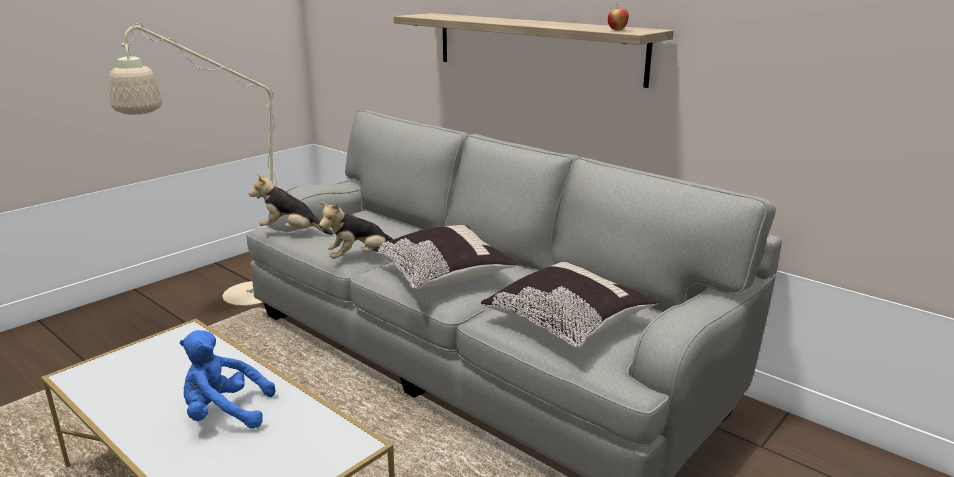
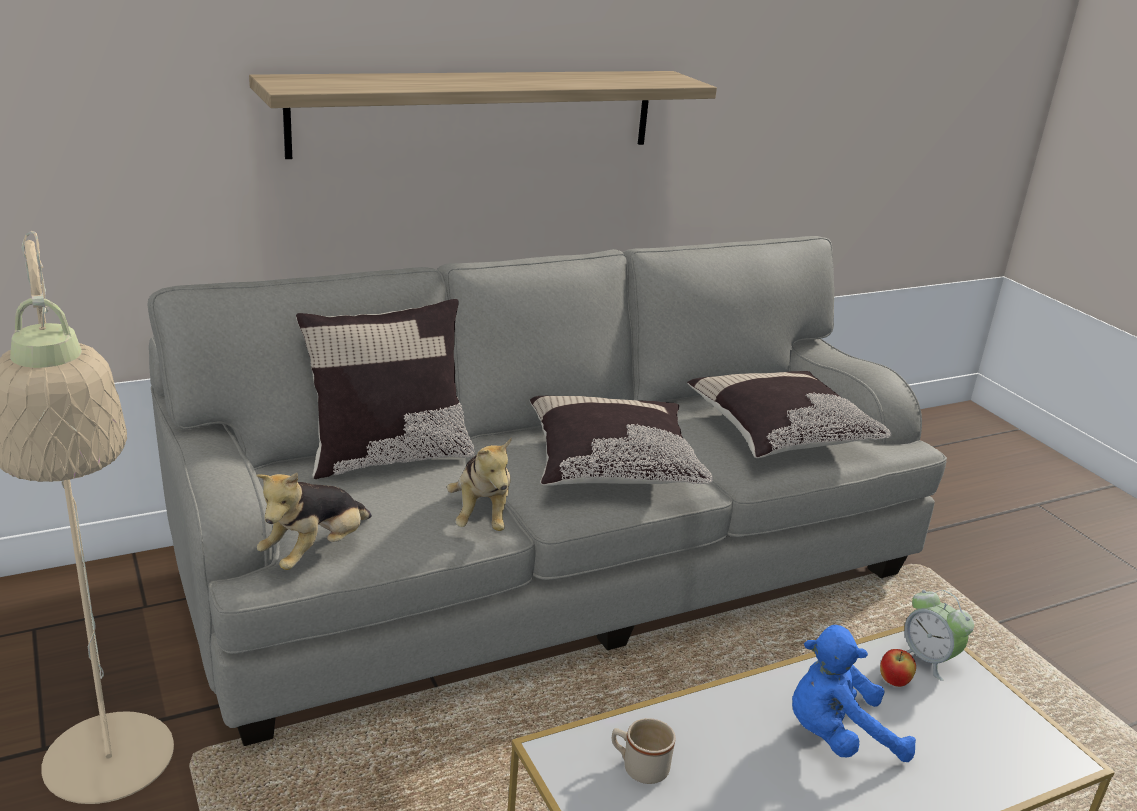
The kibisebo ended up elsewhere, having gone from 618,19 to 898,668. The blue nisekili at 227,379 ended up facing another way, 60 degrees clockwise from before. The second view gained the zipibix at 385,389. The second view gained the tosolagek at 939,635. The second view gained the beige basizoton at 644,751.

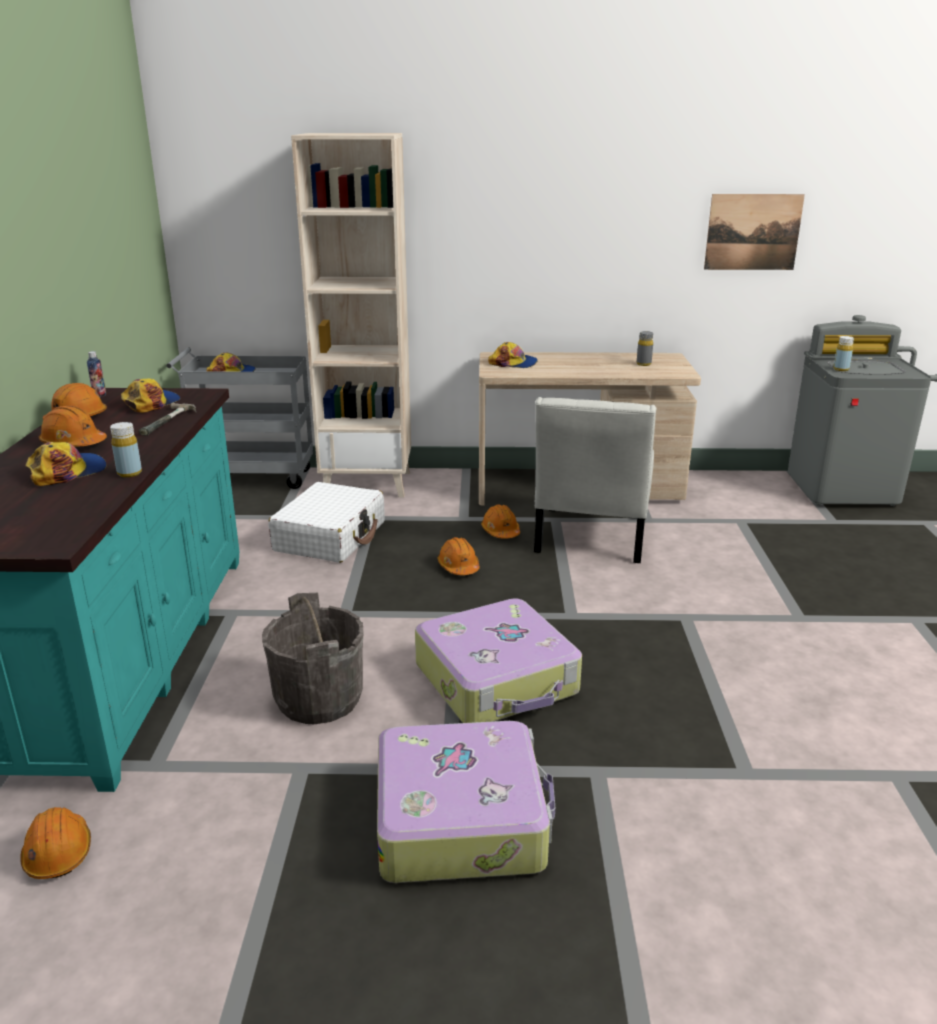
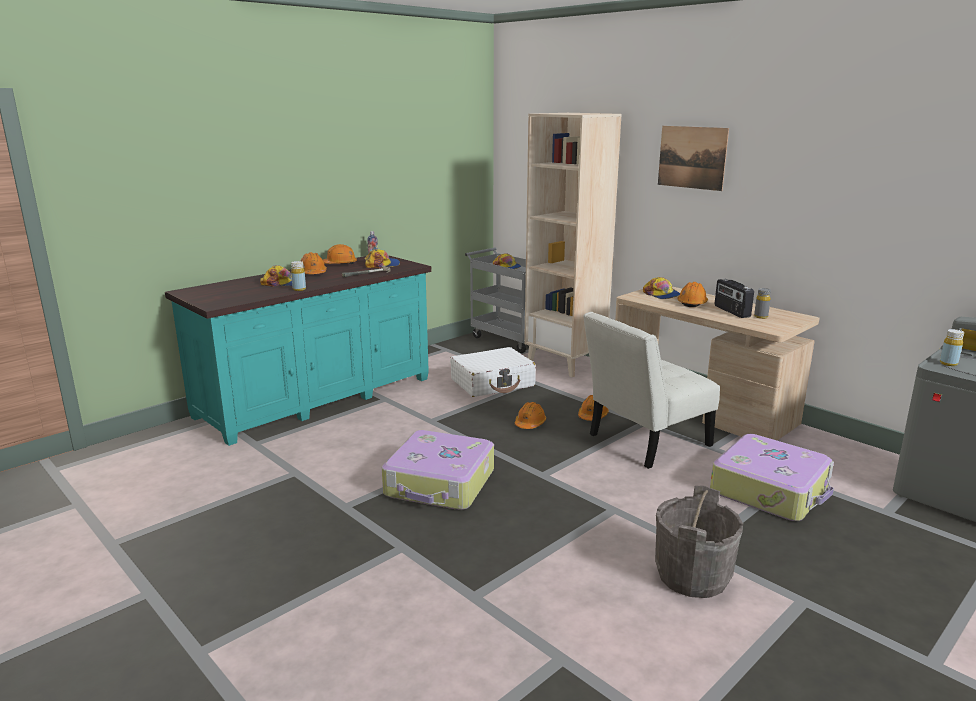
The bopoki ended up elsewhere, having gone from 754,232 to 693,158. The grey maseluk ended up elsewhere, having gone from 312,658 to 699,541. The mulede ended up elsewhere, having gone from 466,802 to 772,477. The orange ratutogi ended up elsewhere, having gone from 55,843 to 692,294. The second view gained the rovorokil at 734,298.

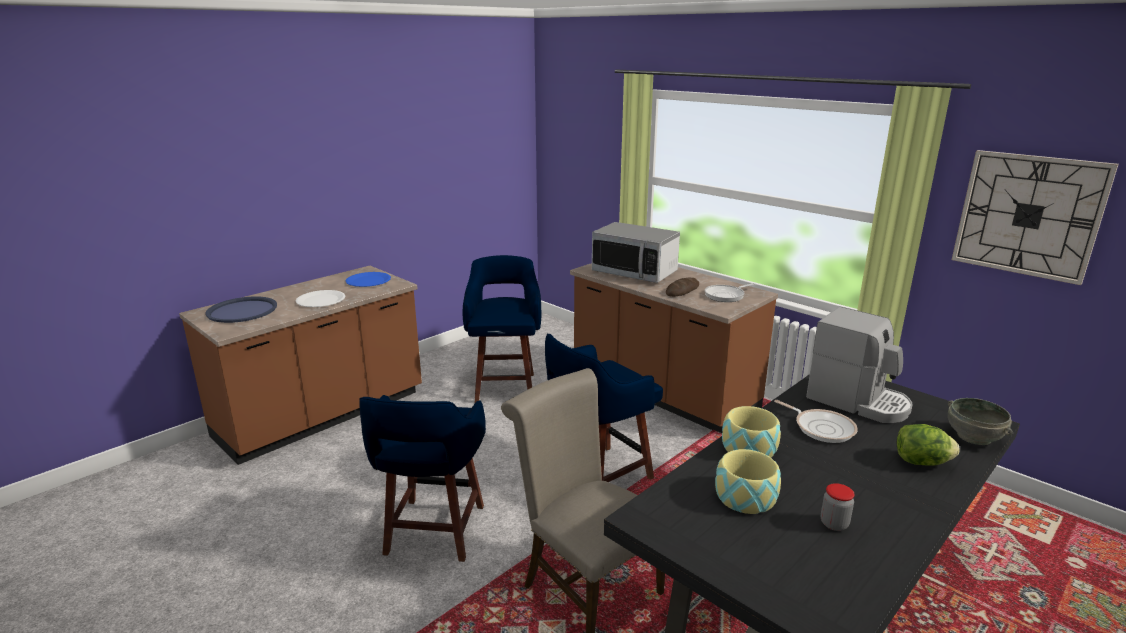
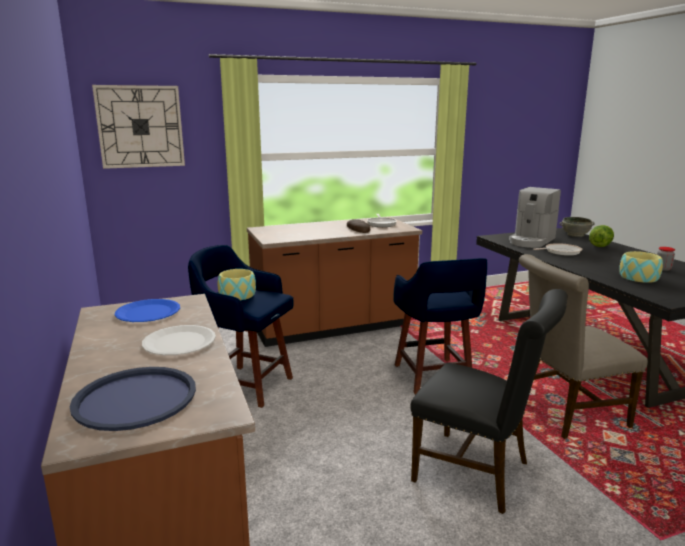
The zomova ended up elsewhere, having gone from 1035,217 to 138,127. The second view lost the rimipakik at 636,252. The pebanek at 859,365 ended up facing another way, 150 degrees clockwise from before. Where the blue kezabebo stood at 422,478, the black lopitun came to stand at 488,401. The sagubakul ended up elsewhere, having gone from 751,431 to 236,284.

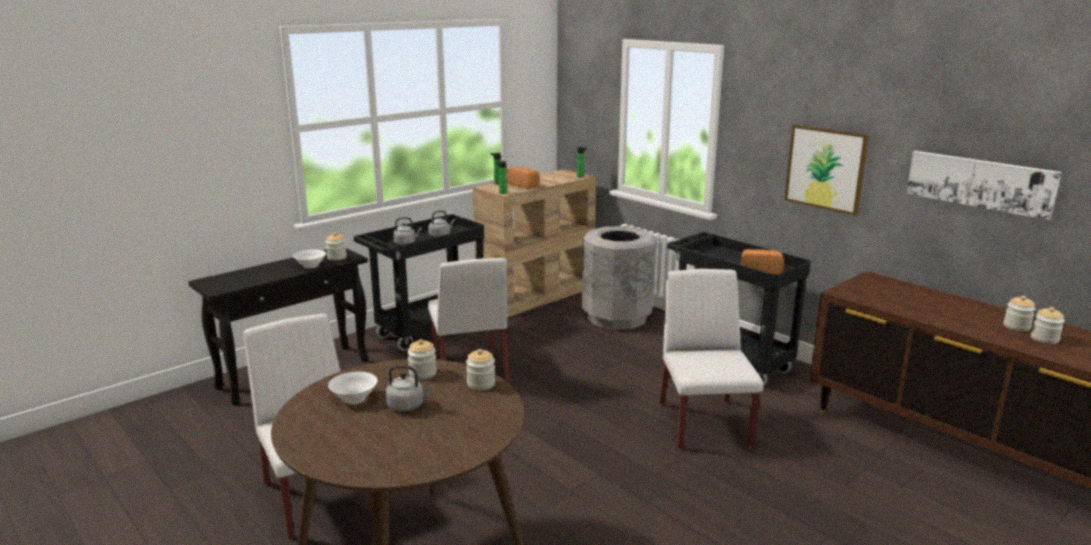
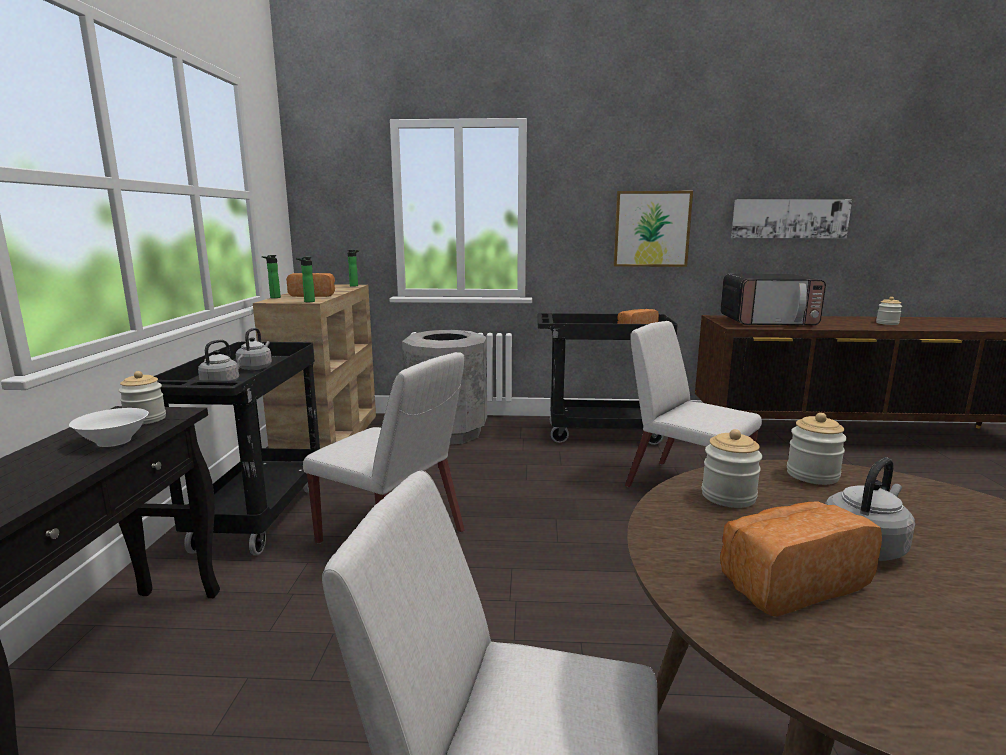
The second view lost the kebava at 1020,313. Where the white sagubakul stood at 353,388, the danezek came to stand at 801,558. The second view gained the rimipakik at 773,300.

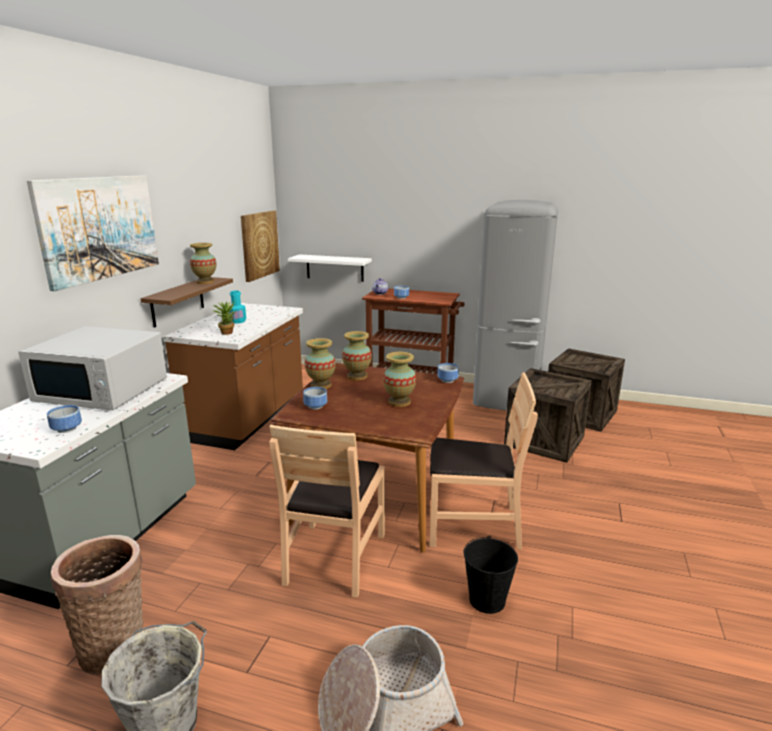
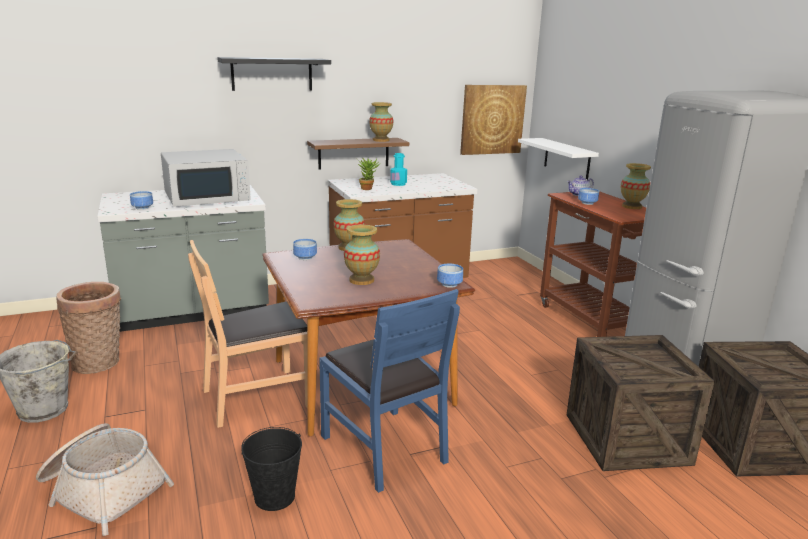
Where the bopoki hung at 93,233, the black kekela came to hang at 274,74. The white rimipakik at 92,368 ended up facing another way, 90 degrees counterclockwise from before. The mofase ended up elsewhere, having gone from 357,356 to 636,186. What was the brown lopitun at 483,461 turned into the blue lopitun at 389,391.

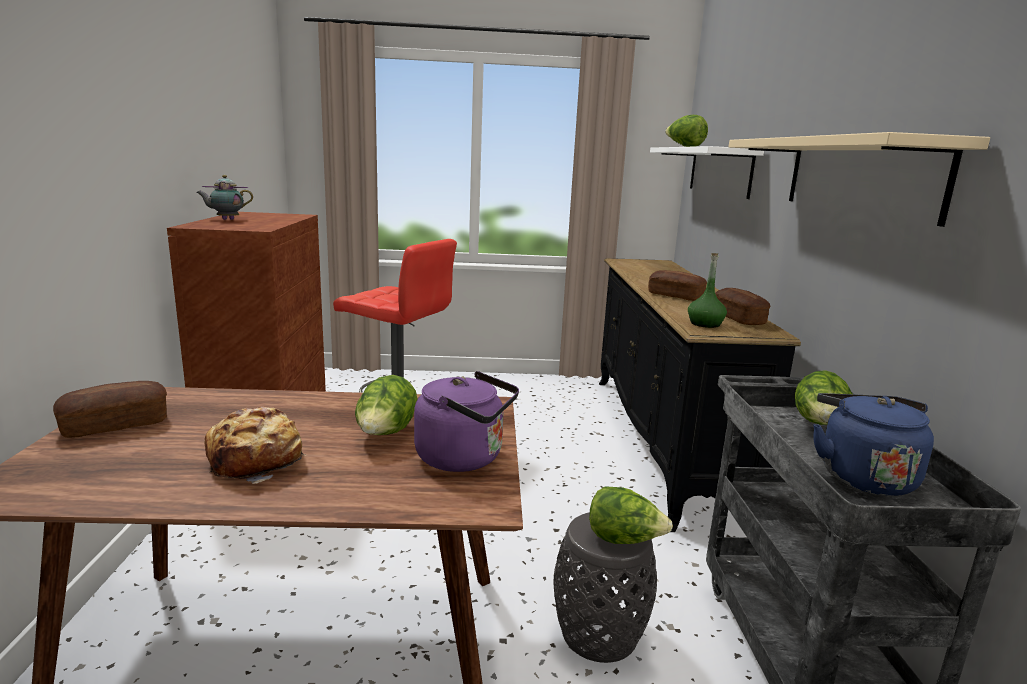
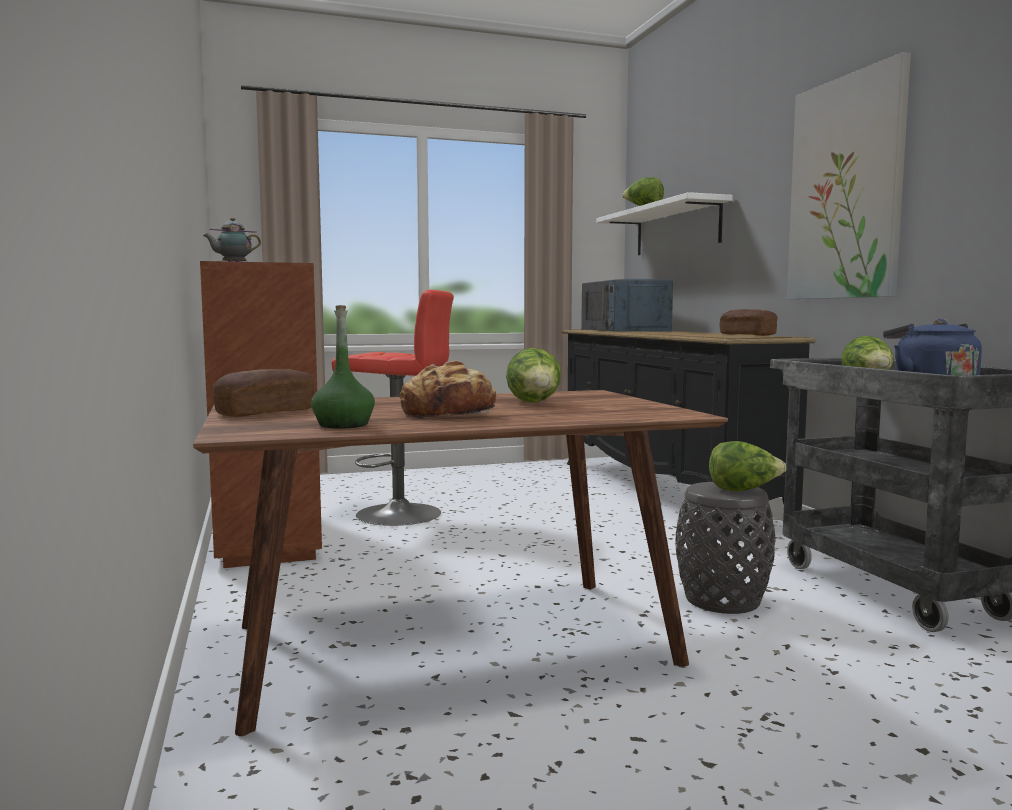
Where the beige kekela hung at 859,179, the bopoki came to hang at 849,175. The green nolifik ended up elsewhere, having gone from 707,290 to 343,367. The second view lost the danezek at 677,285. The second view lost the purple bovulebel at 466,421. The second view gained the blue rimipakik at 627,305.

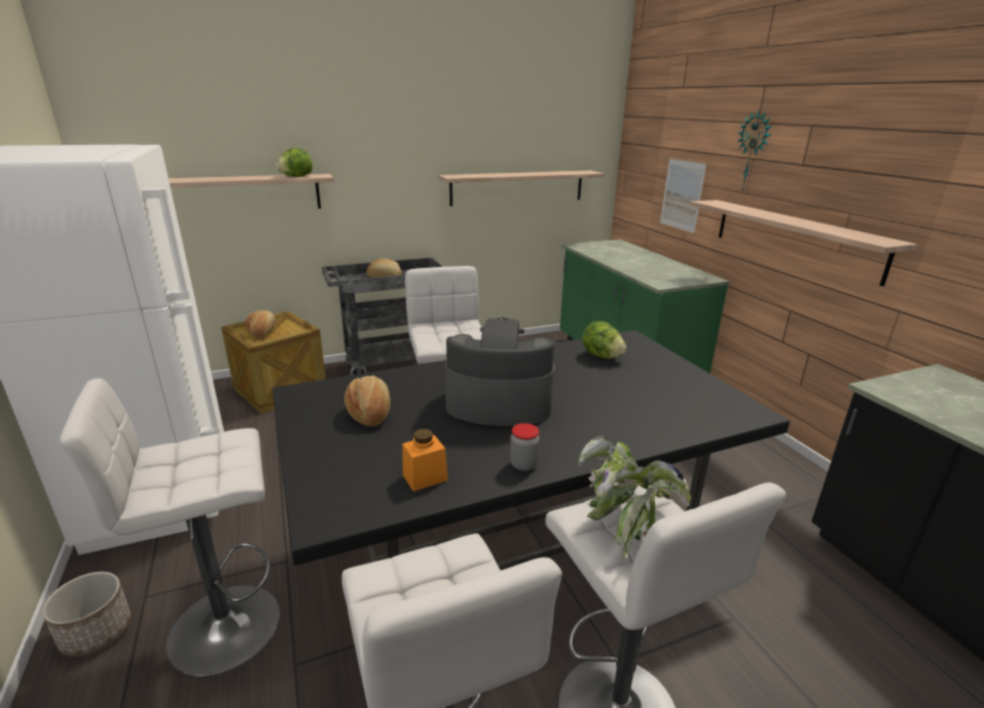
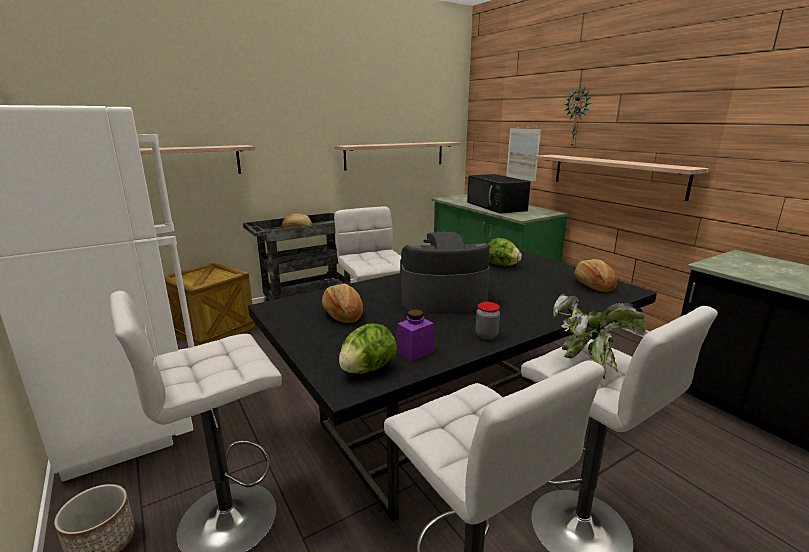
The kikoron ended up elsewhere, having gone from 294,162 to 368,348. The danezek ended up elsewhere, having gone from 260,324 to 595,275. What was the orange kebava at 425,460 turned into the purple kebava at 415,335. The second view gained the black rimipakik at 499,194.

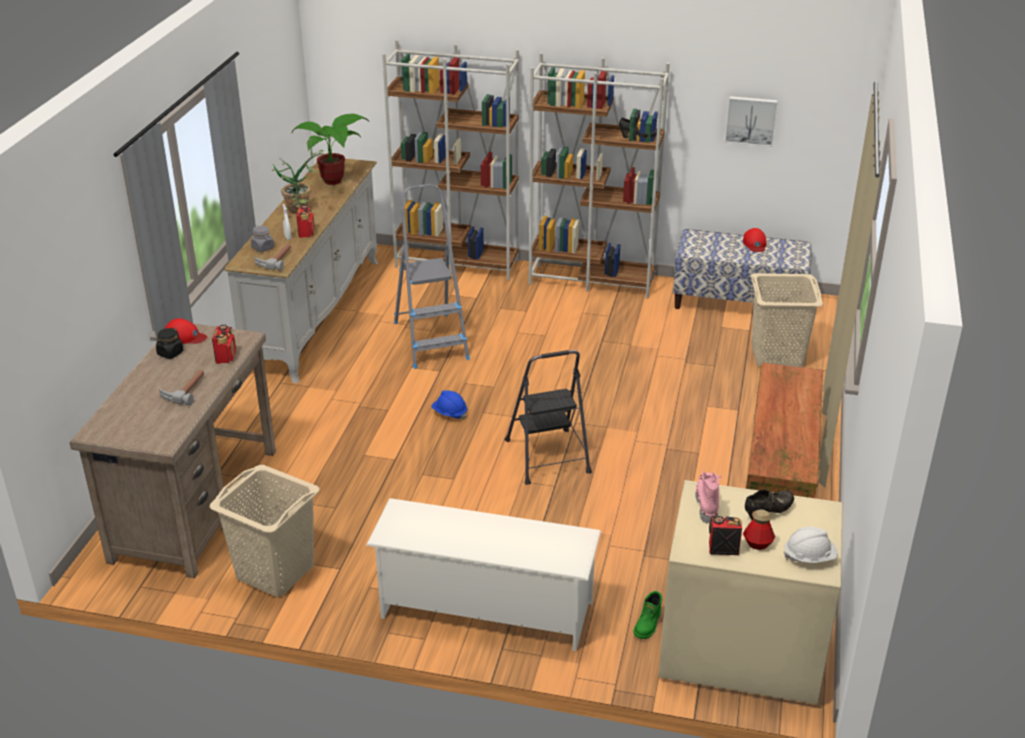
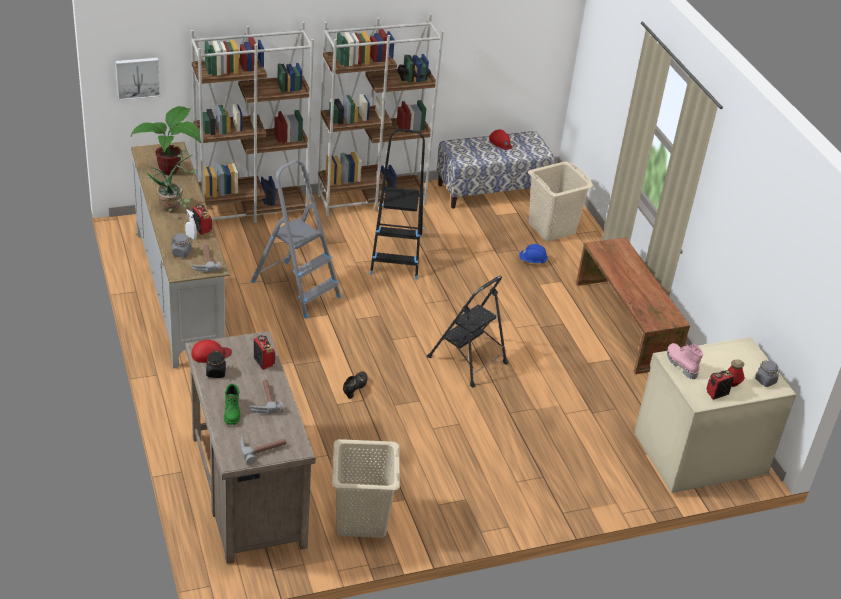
The bopoki ended up elsewhere, having gone from 751,121 to 137,79. The blue ratutogi ended up elsewhere, having gone from 449,404 to 533,253. The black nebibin ended up elsewhere, having gone from 769,504 to 355,385. The second view lost the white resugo at 483,574. Where the white ratutogi stood at 811,544, the grey kebava came to stand at 767,373. The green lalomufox ended up elsewhere, having gone from 648,615 to 232,404. The second view gained the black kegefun at 397,204. The second view gained the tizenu at 263,450.

